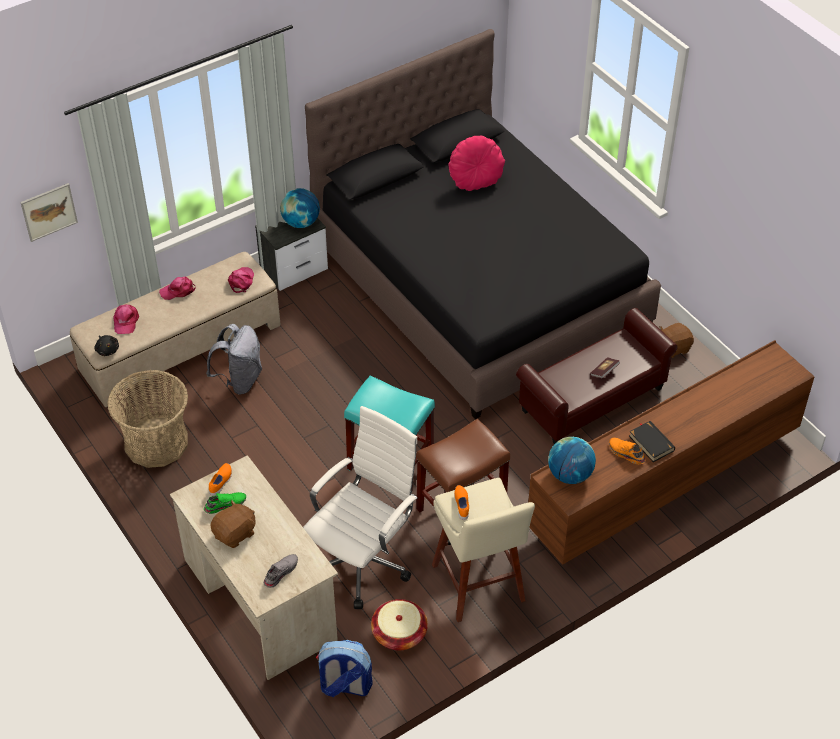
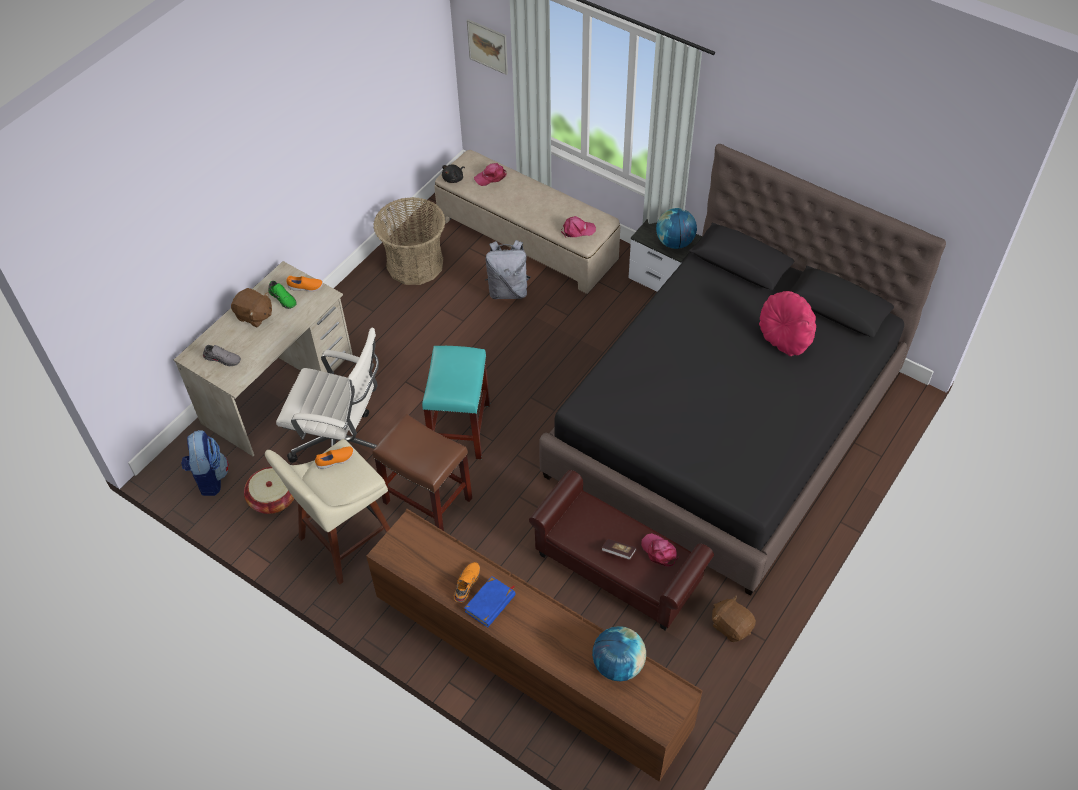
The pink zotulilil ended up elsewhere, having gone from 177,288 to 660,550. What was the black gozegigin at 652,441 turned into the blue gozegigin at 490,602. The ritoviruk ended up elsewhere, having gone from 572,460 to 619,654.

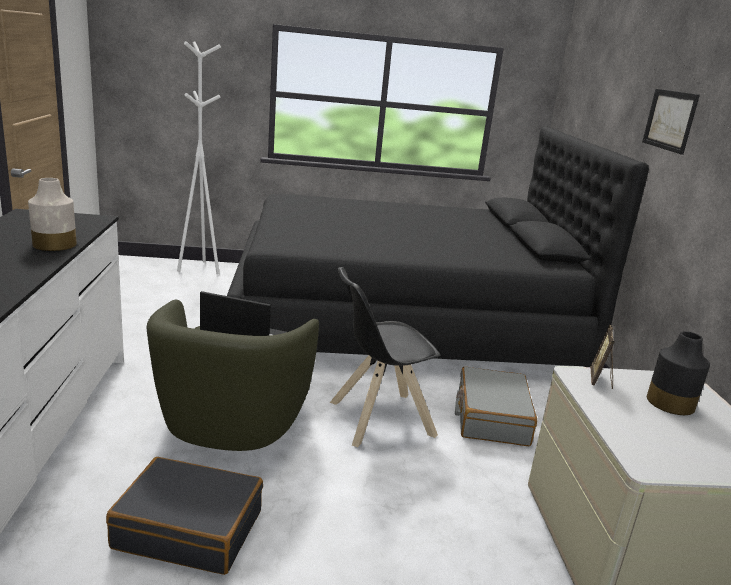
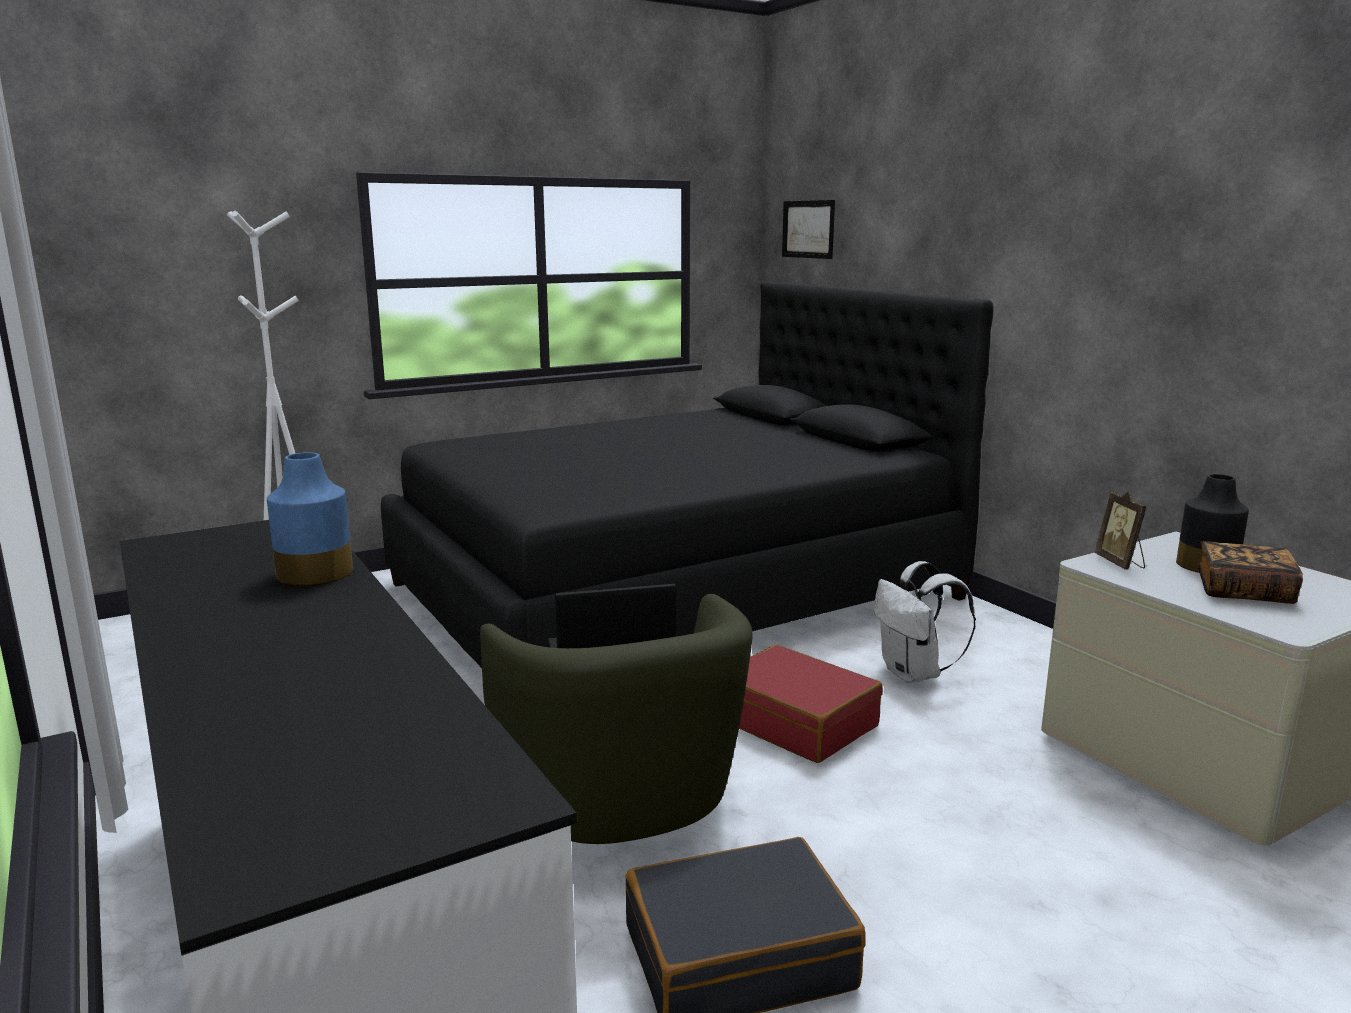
The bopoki ended up elsewhere, having gone from 671,122 to 808,229. What was the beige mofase at 52,214 turned into the blue mofase at 310,519. Where the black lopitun stood at 385,357, the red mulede came to stand at 811,704. Where the grey mulede stood at 496,406, the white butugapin came to stand at 925,622. The second view gained the gozegigin at 1250,572.

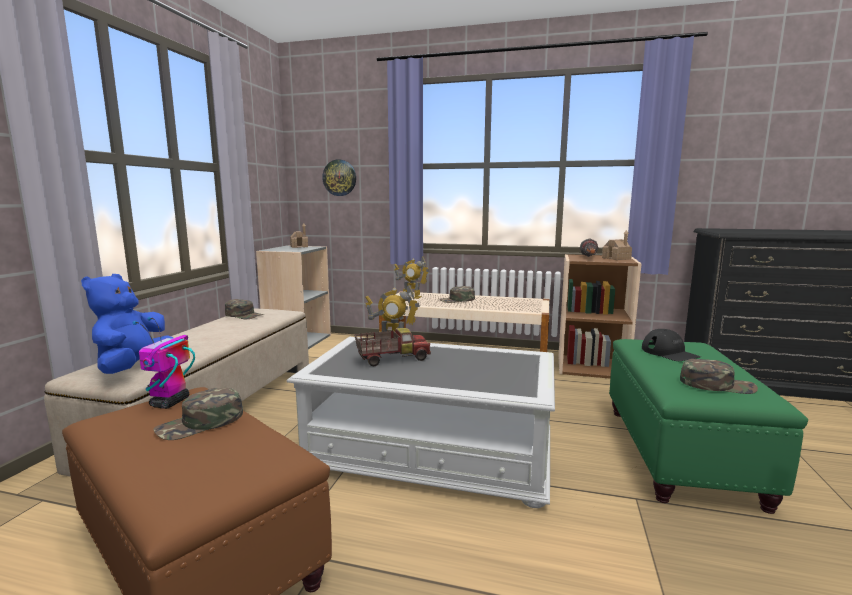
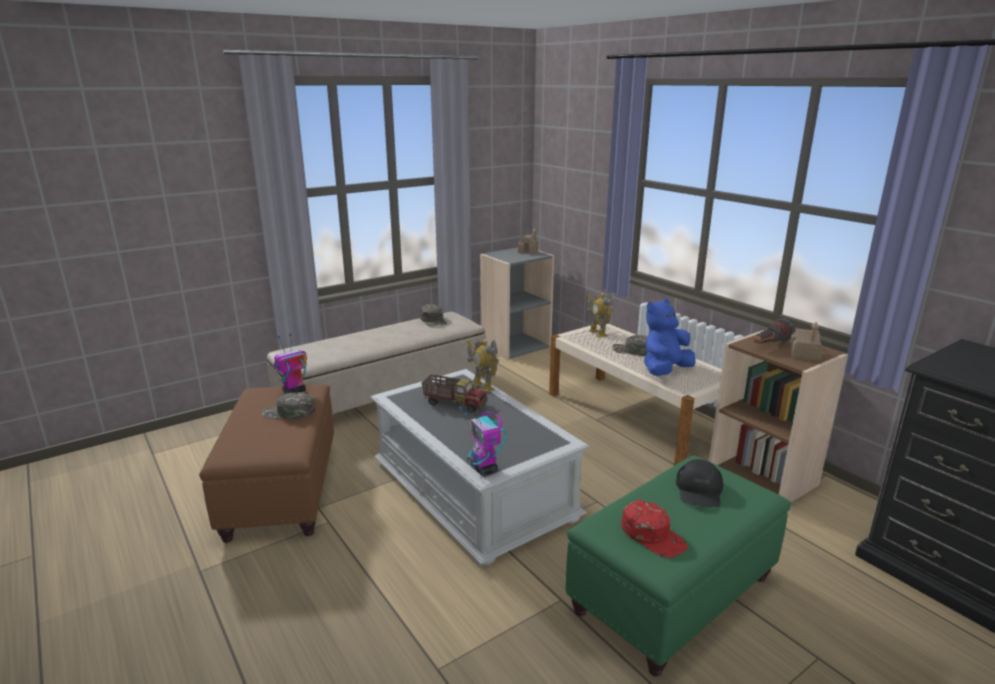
The second view lost the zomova at 339,177. The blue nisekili ended up elsewhere, having gone from 127,324 to 669,337. What was the green zotulilil at 719,376 turned into the red zotulilil at 655,529. The second view gained the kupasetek at 483,441.

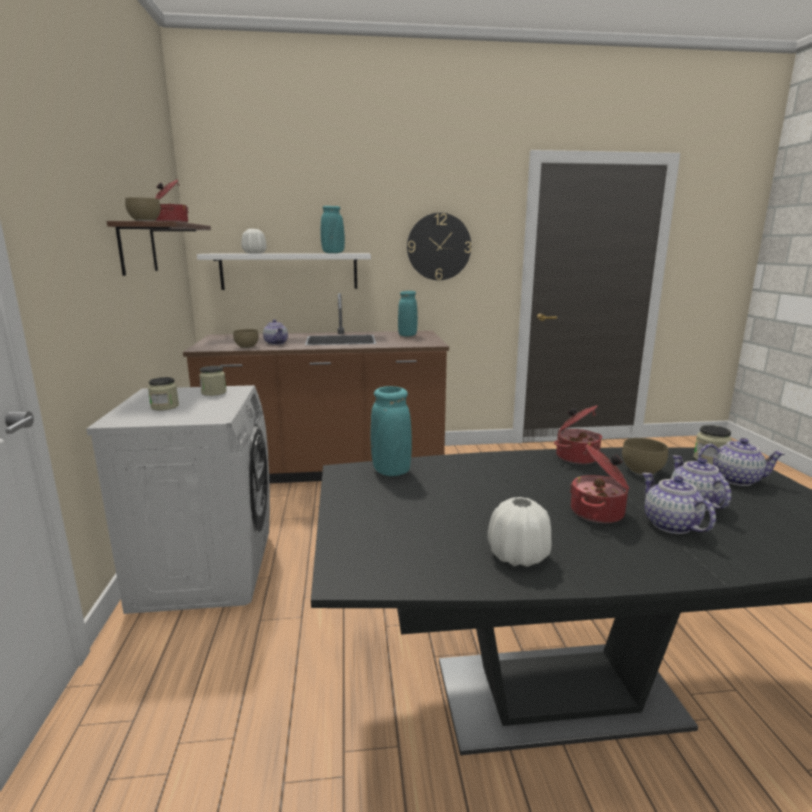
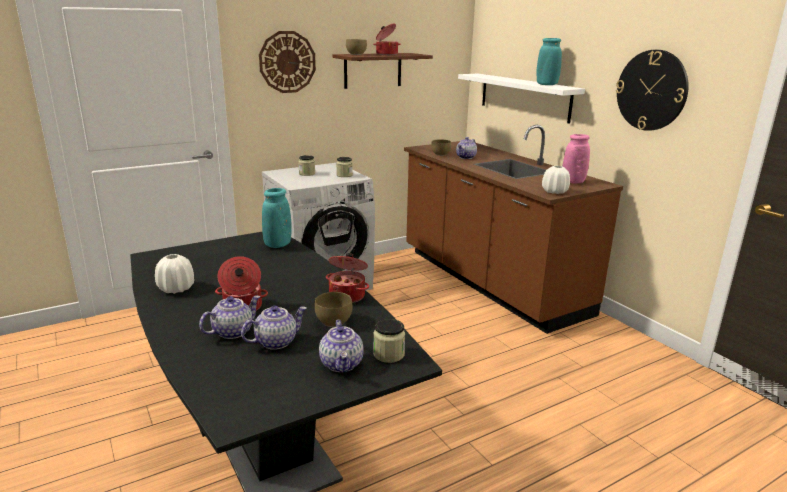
The white mofase ended up elsewhere, having gone from 254,241 to 556,180. What was the turquoise mofase at 408,314 turned into the pink mofase at 576,159. The second view gained the zomova at 287,62.

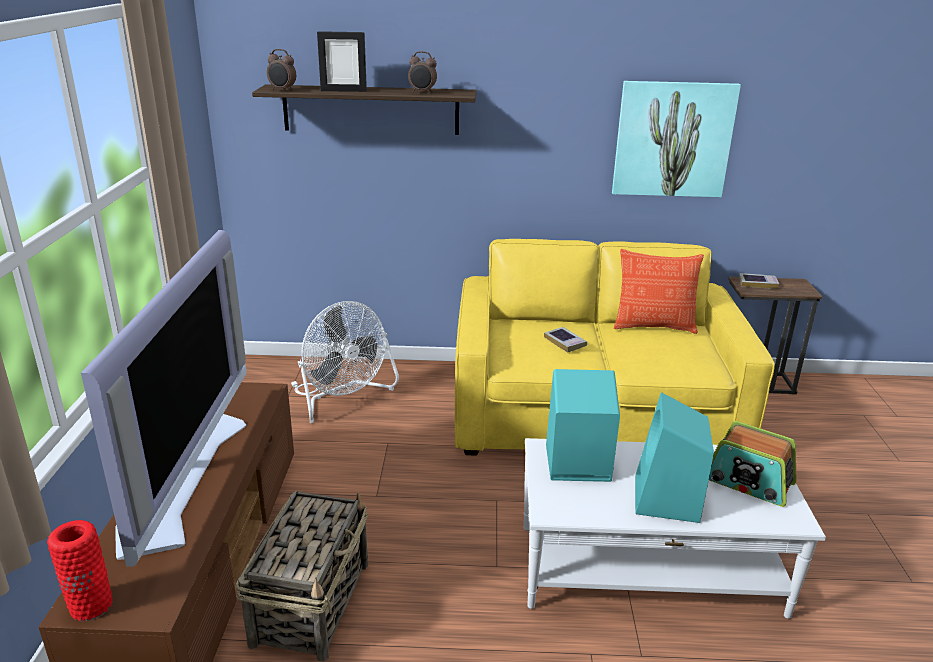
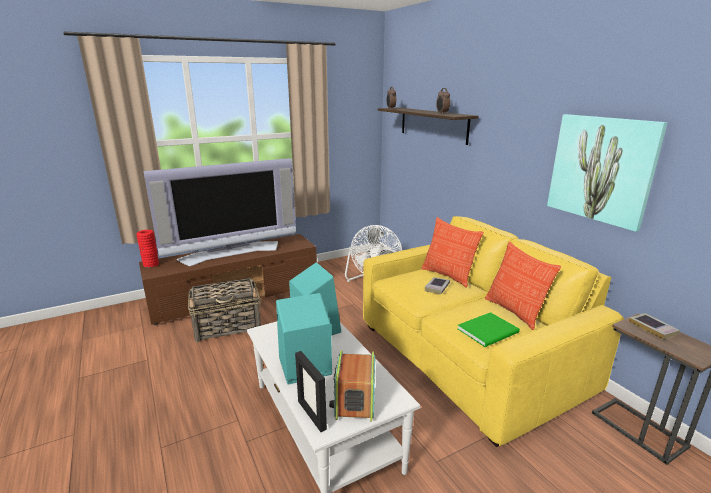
The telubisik ended up elsewhere, having gone from 342,61 to 311,391. The second view gained the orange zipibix at 452,252. The second view gained the green gozegigin at 489,329.

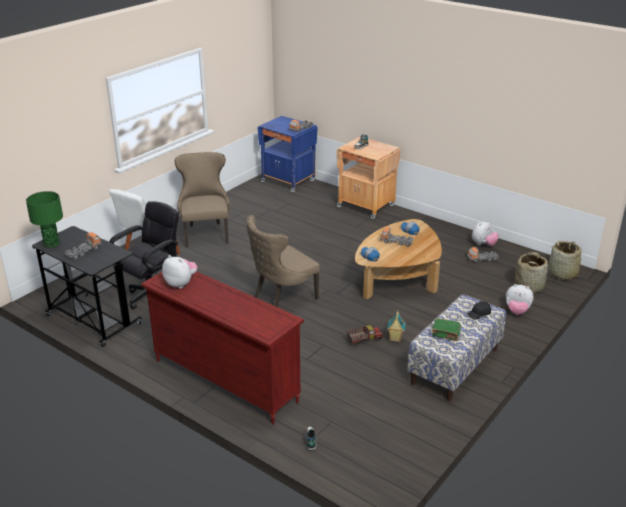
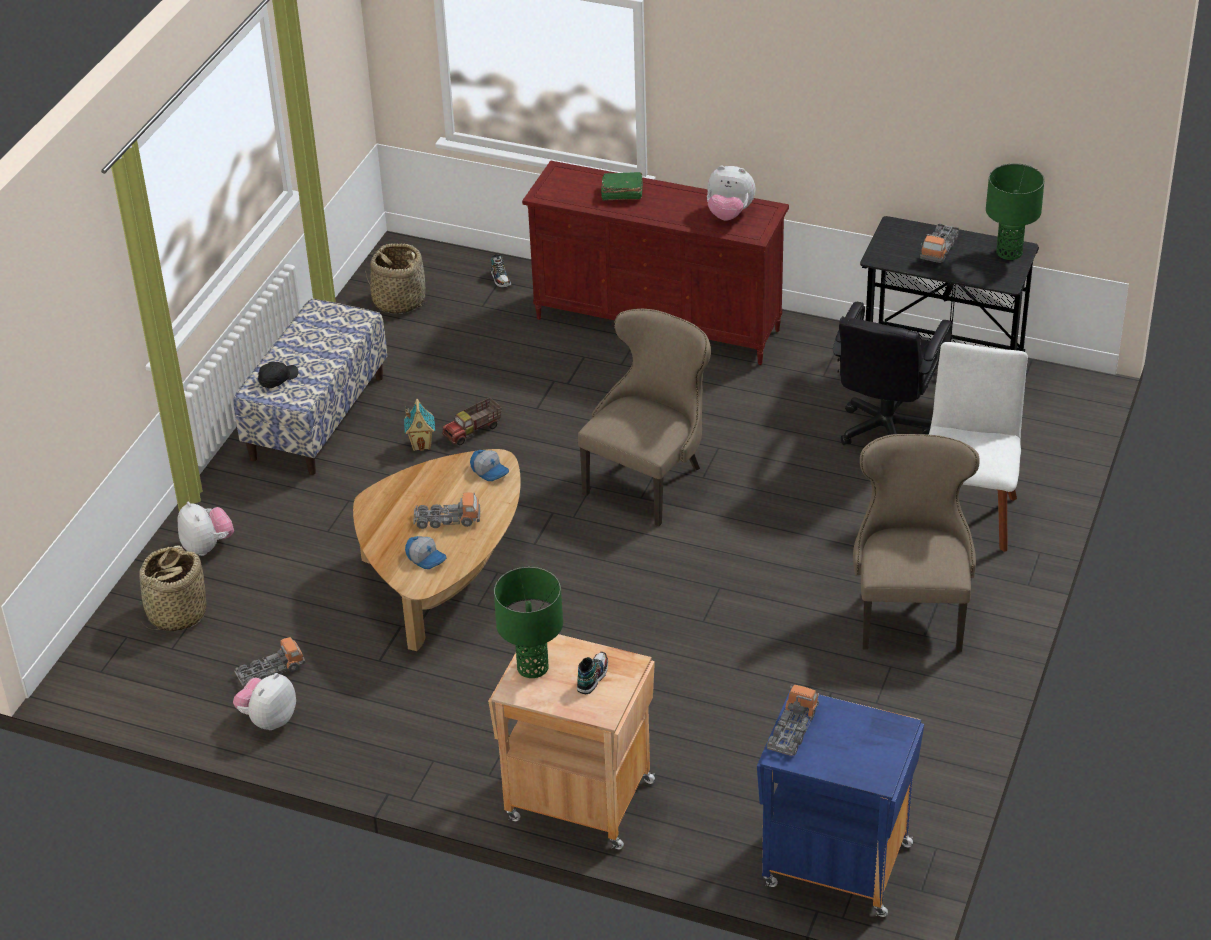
The beige lopitun at 202,199 ended up facing another way, 150 degrees counterclockwise from before. The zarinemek ended up elsewhere, having gone from 566,260 to 396,278. The nisekili at 519,299 ended up facing another way, 60 degrees clockwise from before. The green gozegigin ended up elsewhere, having gone from 446,329 to 622,186. The second view gained the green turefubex at 528,622.

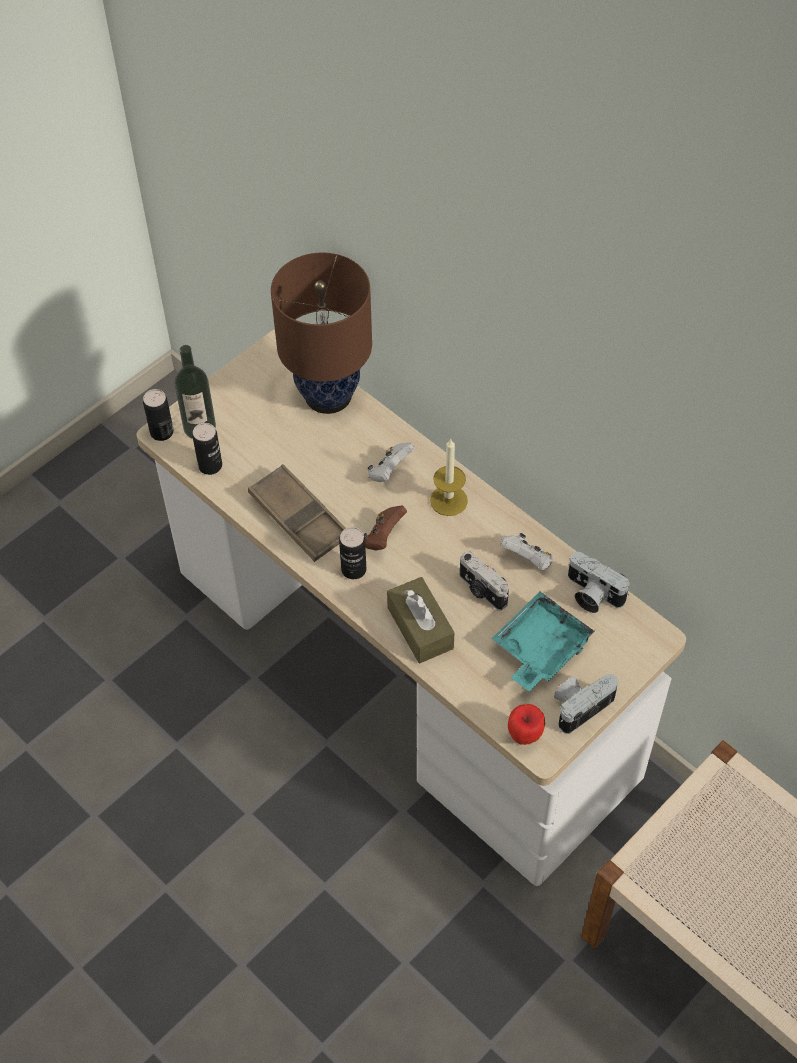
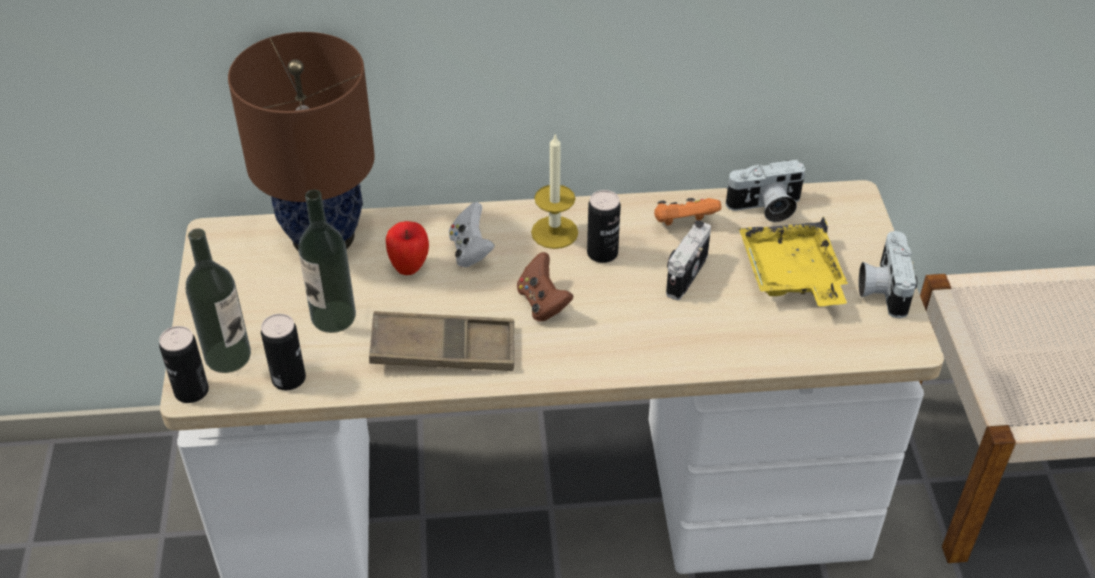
The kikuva ended up elsewhere, having gone from 352,553 to 604,226. What was the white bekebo at 526,551 turned into the orange bekebo at 687,212. The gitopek at 484,581 ended up facing another way, 120 degrees clockwise from before. The second view lost the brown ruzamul at 421,620. What was the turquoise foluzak at 544,642 turned into the yellow foluzak at 793,261. The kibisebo ended up elsewhere, having gone from 526,724 to 407,248. The second view gained the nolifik at 327,261.

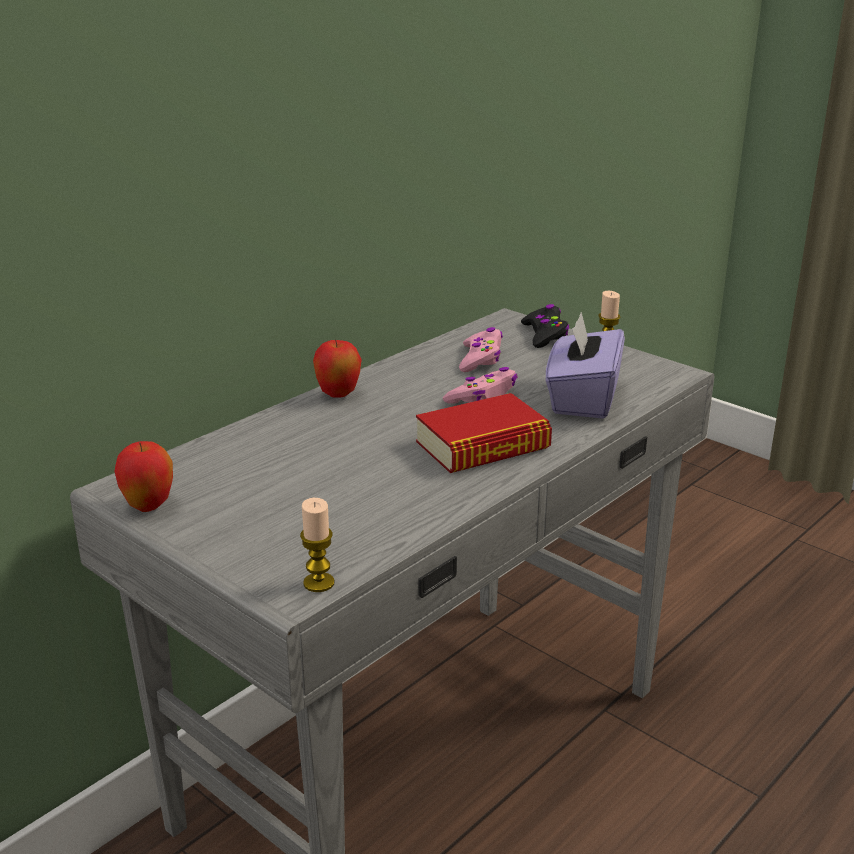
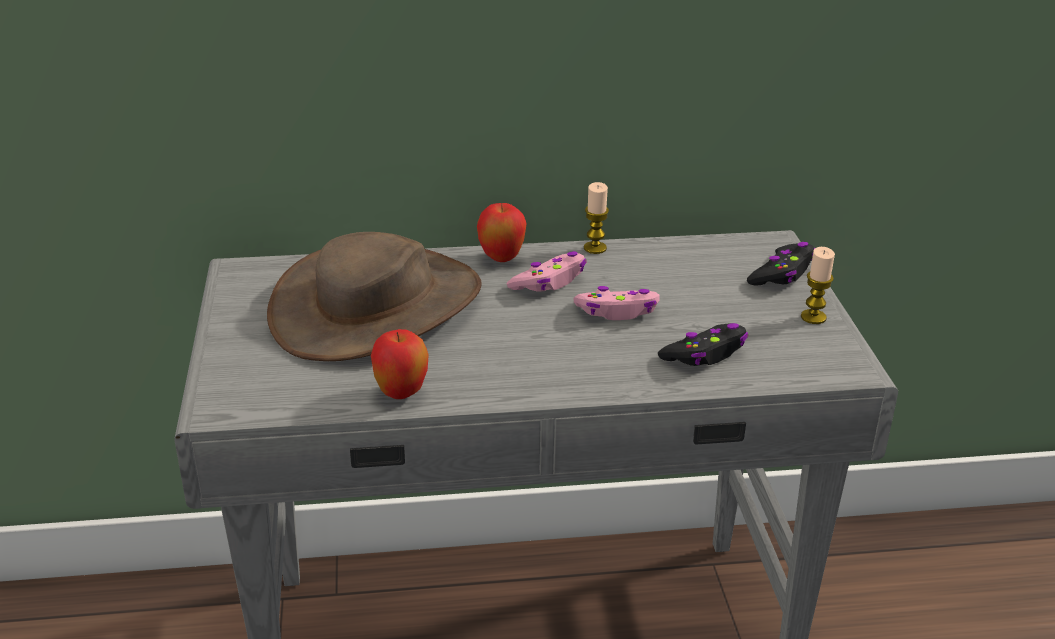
Where the purple ruzamul stood at 585,365, the black bekebo came to stand at 703,344. The pink bekebo ended up elsewhere, having gone from 481,349 to 547,271. The second view lost the gozegigin at 484,433. The kibisebo ended up elsewhere, having gone from 143,476 to 400,364. The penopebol ended up elsewhere, having gone from 317,545 to 596,218. The second view gained the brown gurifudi at 374,296.

